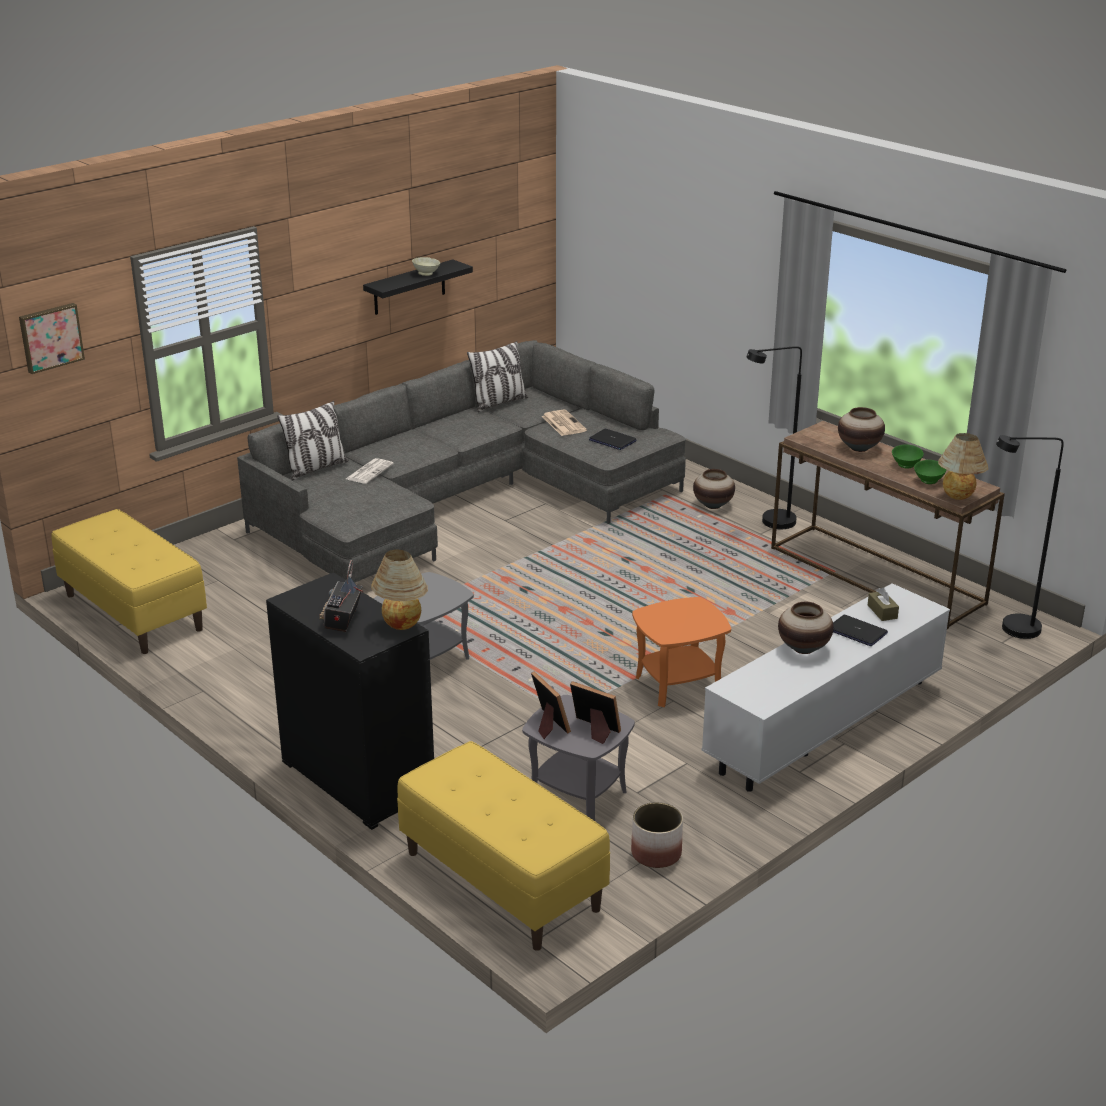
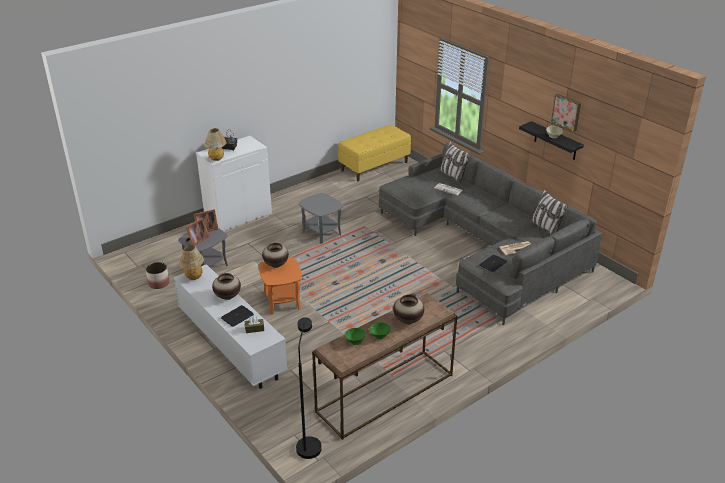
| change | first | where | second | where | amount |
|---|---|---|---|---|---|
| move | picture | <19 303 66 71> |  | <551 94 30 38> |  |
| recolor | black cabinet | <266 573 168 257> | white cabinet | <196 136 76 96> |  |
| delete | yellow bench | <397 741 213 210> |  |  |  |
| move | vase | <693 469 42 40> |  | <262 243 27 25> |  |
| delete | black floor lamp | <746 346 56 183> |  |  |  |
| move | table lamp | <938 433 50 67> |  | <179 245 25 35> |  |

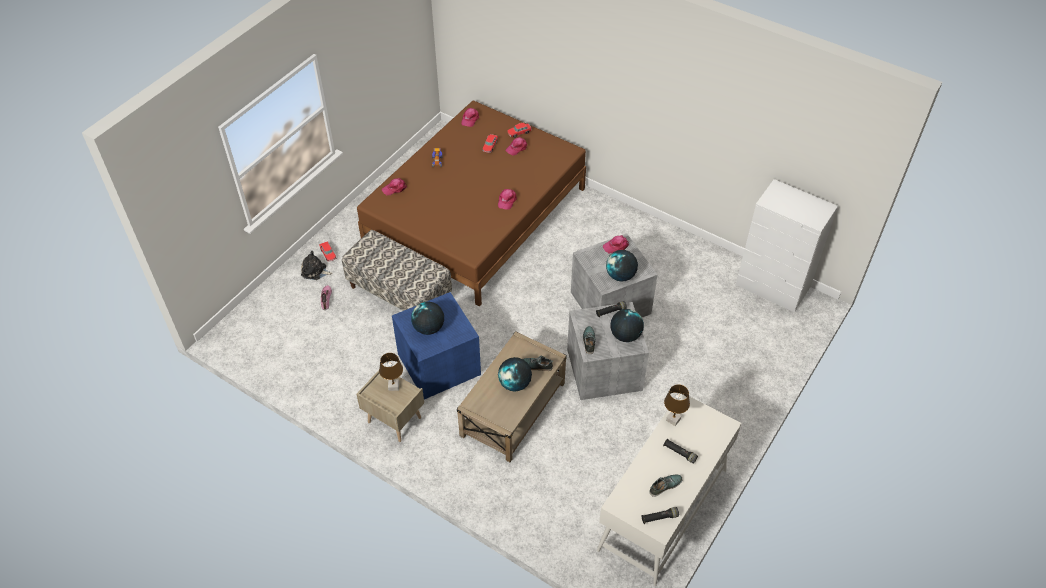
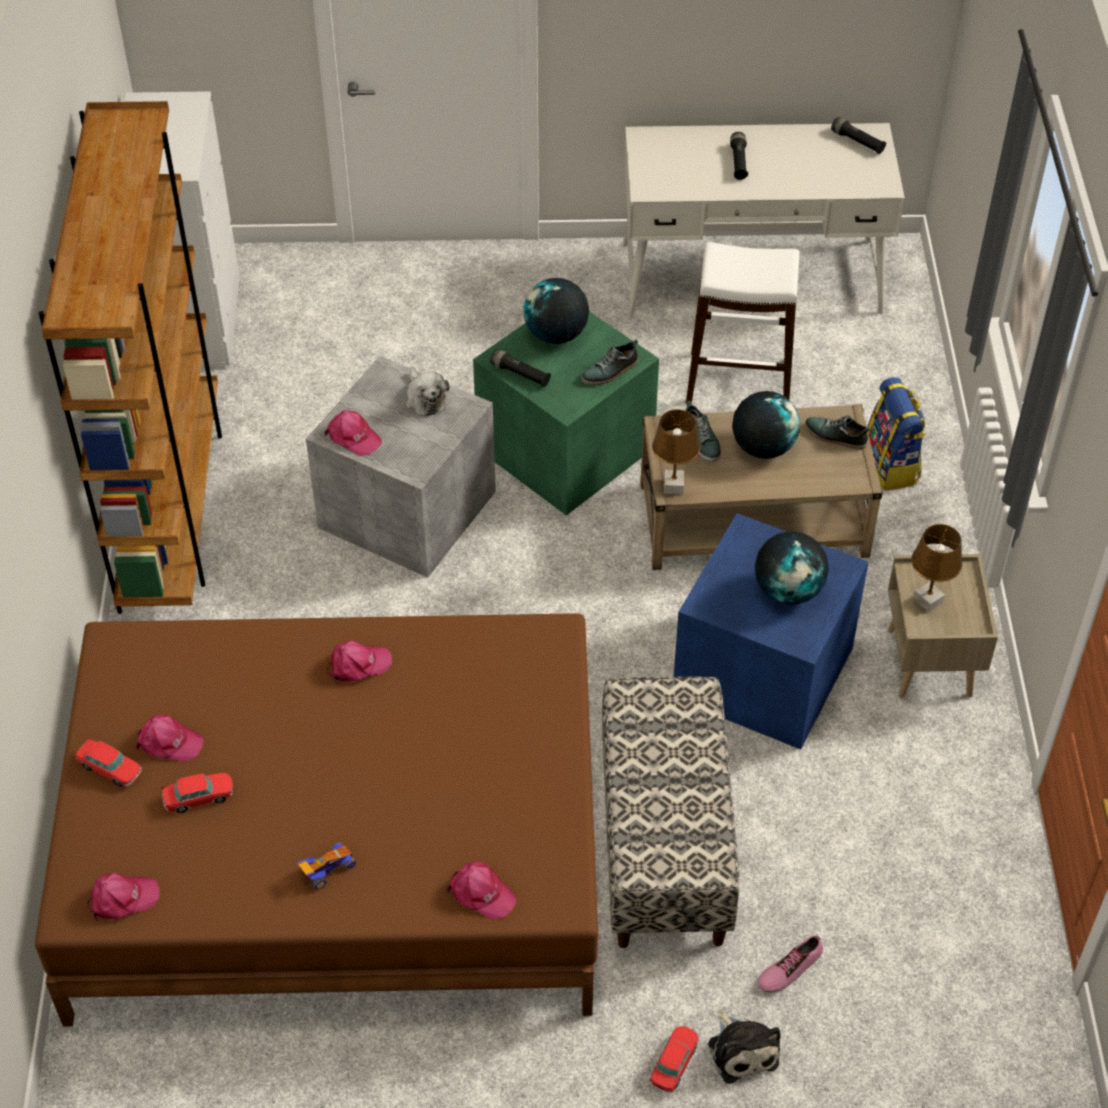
| change | first | where | second | where | amount |
|---|---|---|---|---|---|
| recolor | grey storage box | <567 302 82 98> | green storage box | <473 311 186 205> |  |
| replace | globe | <606 250 32 32> | plush toy | <406 367 44 50> |  |
| move | shoe | <649 475 33 22> |  | <805 415 66 35> |  |
| move | brown table lamp | <664 384 26 42> |  | <652 409 49 85> |  |
| insert |  |  | brown bookcase | <39 101 183 513> |  |
| insert |  |  | white stool | <686 242 113 161> |  |
| insert |  |  | backpack | <867 377 59 114> |  |

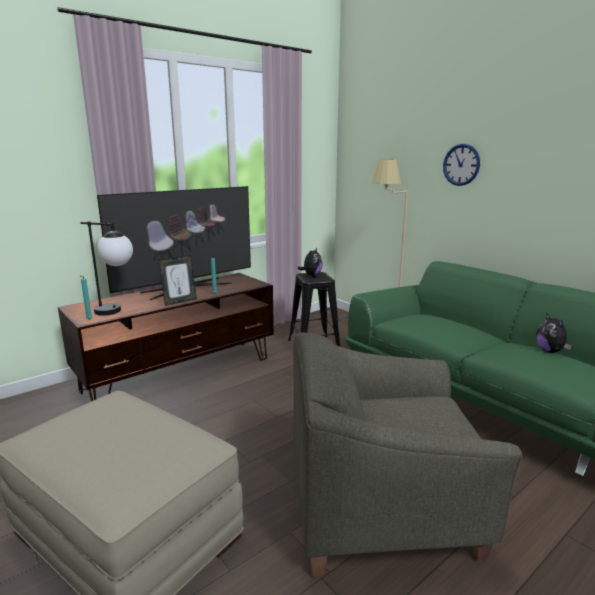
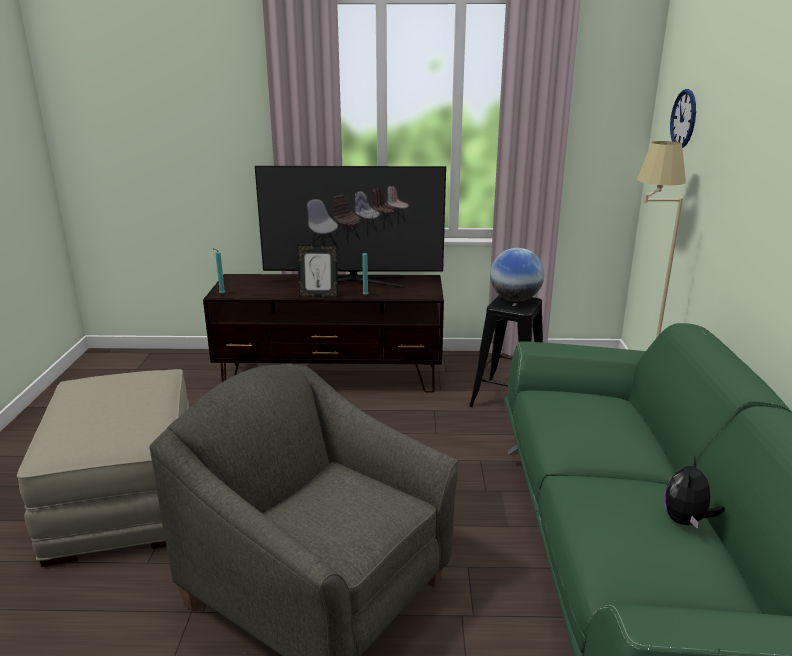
| change | first | where | second | where | amount |
|---|---|---|---|---|---|
| delete | table lamp | <80 221 53 95> |  |  |  |
| replace | plush toy | <298 248 24 28> | globe | <490 248 54 53> |  |
| move | wall clock | <443 144 37 42> |  | <670 89 26 59> |  |

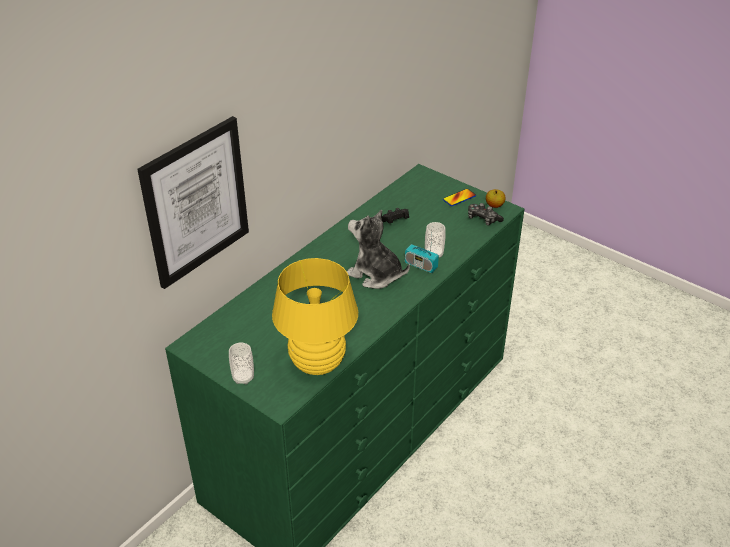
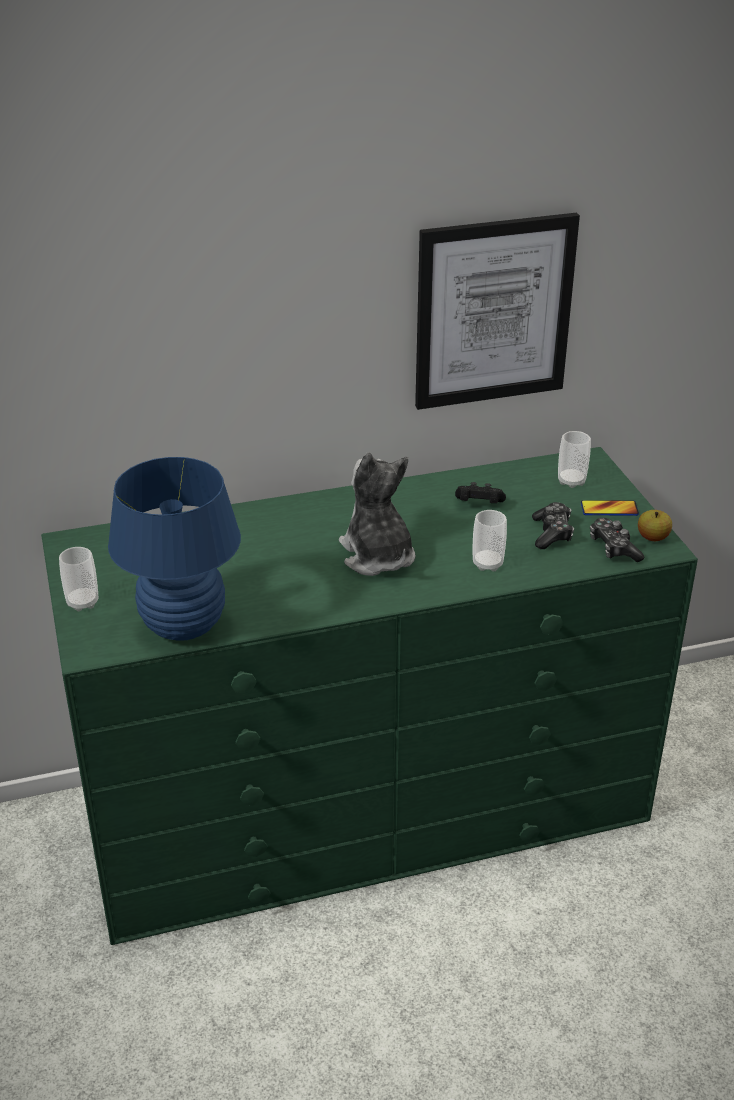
| change | first | where | second | where | amount |
|---|---|---|---|---|---|
| move | picture | <137 116 112 173> |  | <415 213 165 197> |  |
| recolor | yellow table lamp | <272 258 86 117> | blue table lamp | <108 457 133 184> |  |
| delete | radio | <405 234 34 39> |  |  |  |
| insert |  |  | game controller | <532 502 42 47> |  |
| insert |  |  | cup | <558 431 33 57> |  |

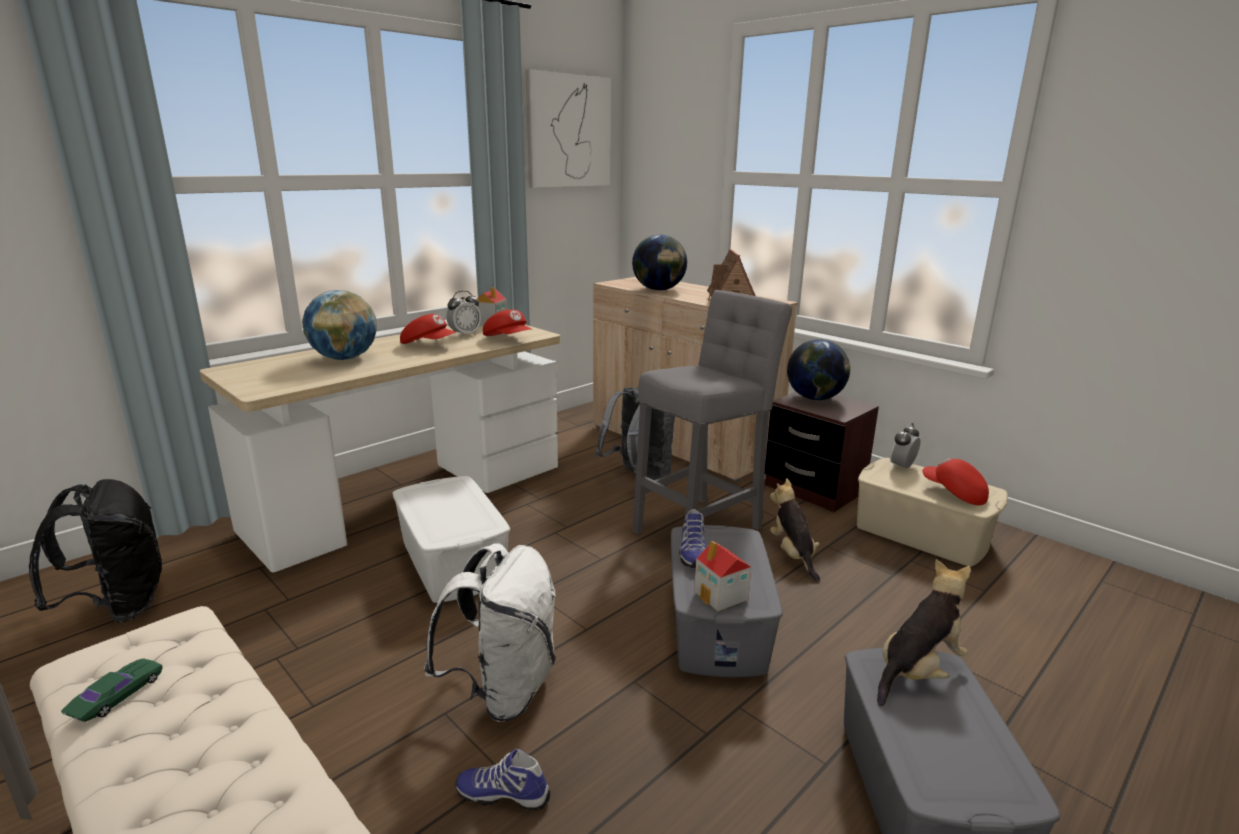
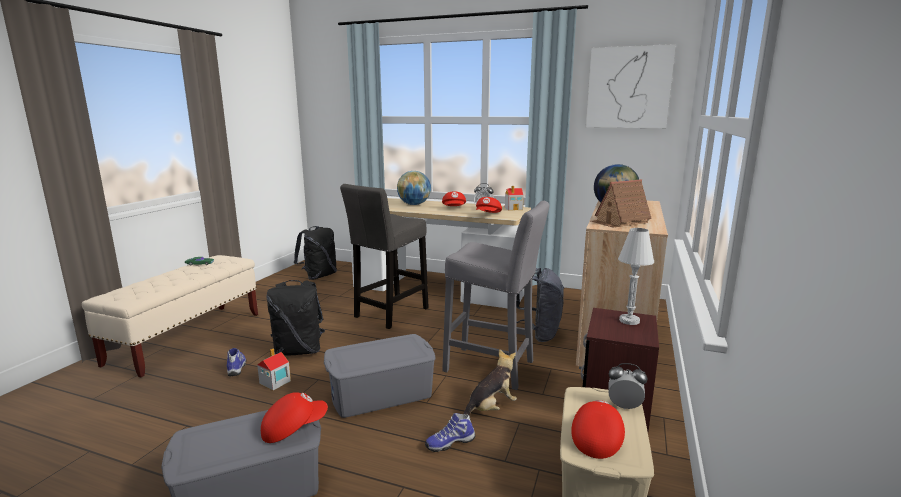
| change | first | where | second | where | amount |
|---|---|---|---|---|---|
| replace | white storage box | <392 476 118 127> | grey stool | <340 184 89 145> |  |
| recolor | white backpack | <424 543 132 179> | black backpack | <266 280 59 76> |  |
| move | shoe | <679 509 27 59> |  | <425 413 50 39> |  |
| move | toy house | <694 541 57 70> |  | <257 349 34 41> |  |
| replace | globe | <787 339 63 61> | white table lamp | <618 228 36 97> |  |
| replace | plush toy | <877 559 94 147> | red cap | <261 392 67 51> |  |

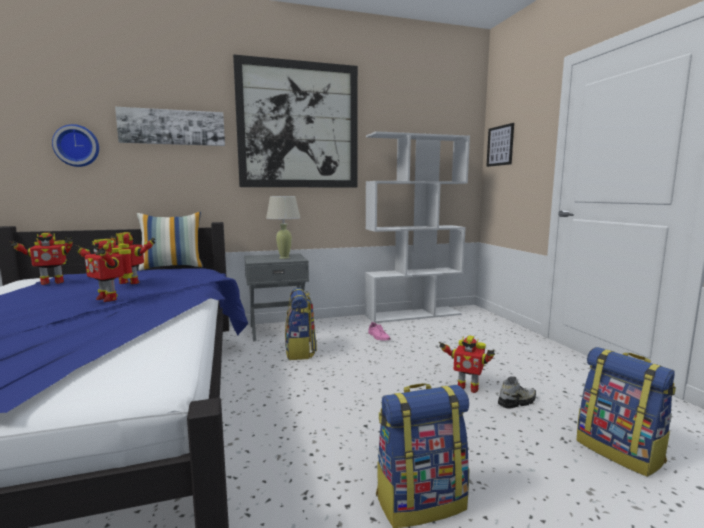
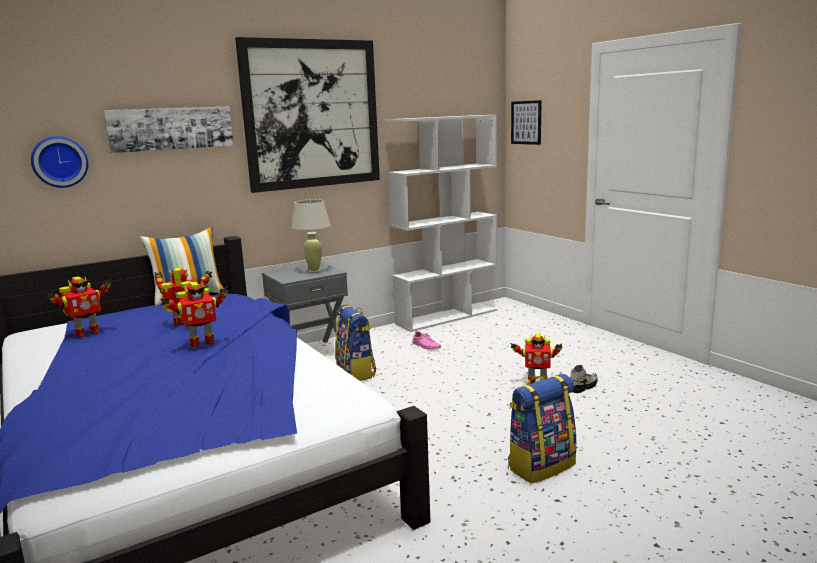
| change | first | where | second | where | amount |
|---|---|---|---|---|---|
| rotate | toy robot | <75 239 58 63> |  | <160 282 68 65> | 45 degrees counterclockwise |
| delete | backpack | <577 347 99 130> |  |  |  |

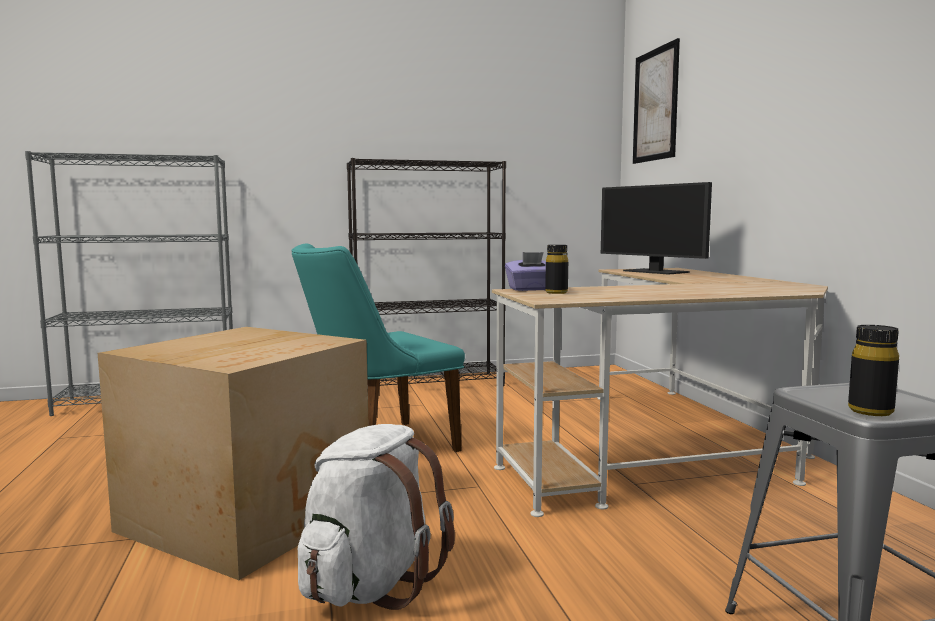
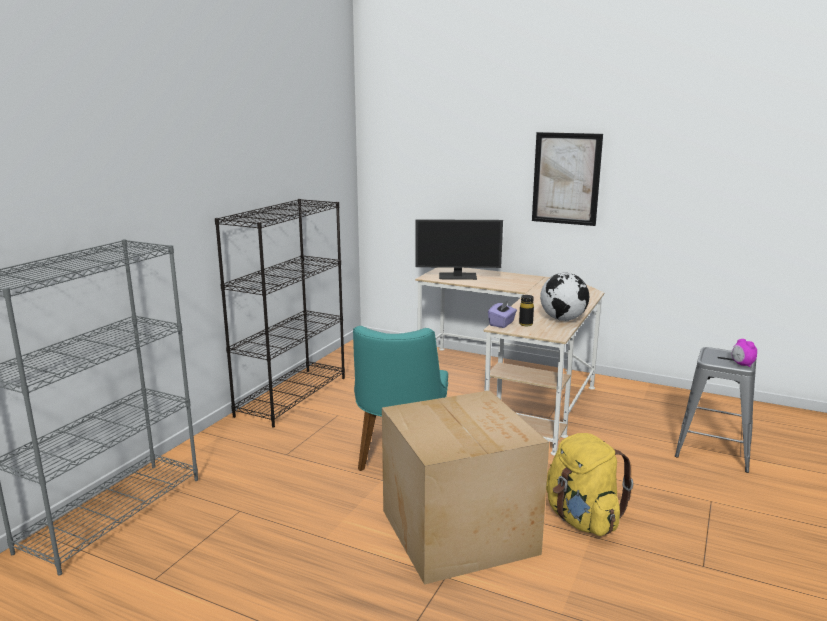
| change | first | where | second | where | amount |
|---|---|---|---|---|---|
| recolor | white backpack | <298 424 157 186> | yellow backpack | <546 433 87 103> |  |
| move | picture | <633 38 47 126> |  | <532 132 71 94> |  |
| replace | black bottle | <848 325 51 91> | alarm clock | <732 339 25 28> |  |
| insert |  |  | globe | <540 273 49 48> |  |

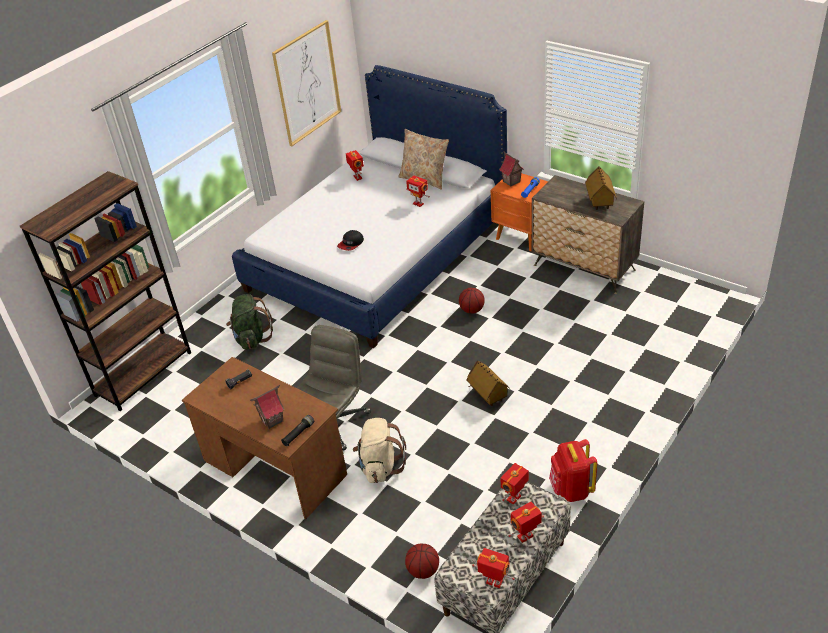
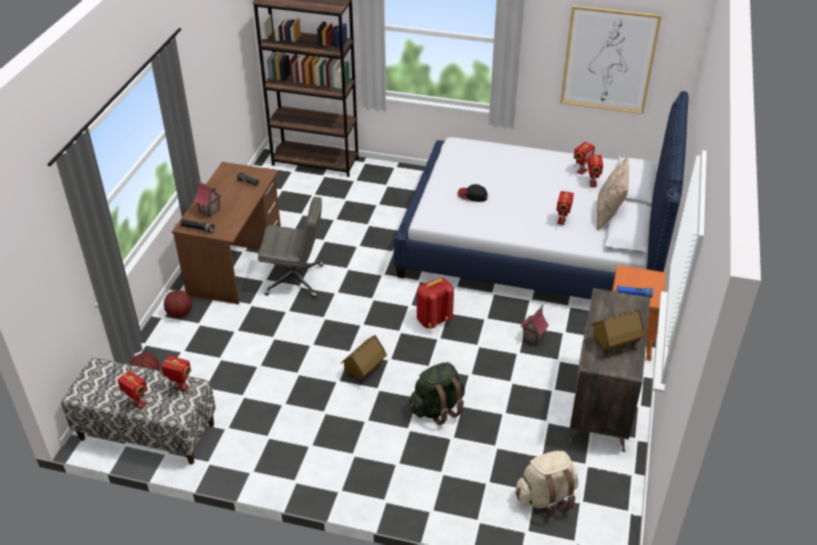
| change | first | where | second | where | amount |
|---|---|---|---|---|---|
| move | green backpack | <226 294 47 56> |  | <409 362 56 63> |  |
| move | beige backpack | <353 418 53 65> |  | <515 451 63 67> |  |
| move | basketball | <459 288 26 26> |  | <164 290 28 28> |  |
| move | toy robot | <472 548 43 40> |  | <588 155 15 32> |  |
| move | toy house | <499 151 25 36> |  | <520 305 29 40> |  |
| move | red backpack | <549 439 48 63> |  | <417 277 37 51> |  |

